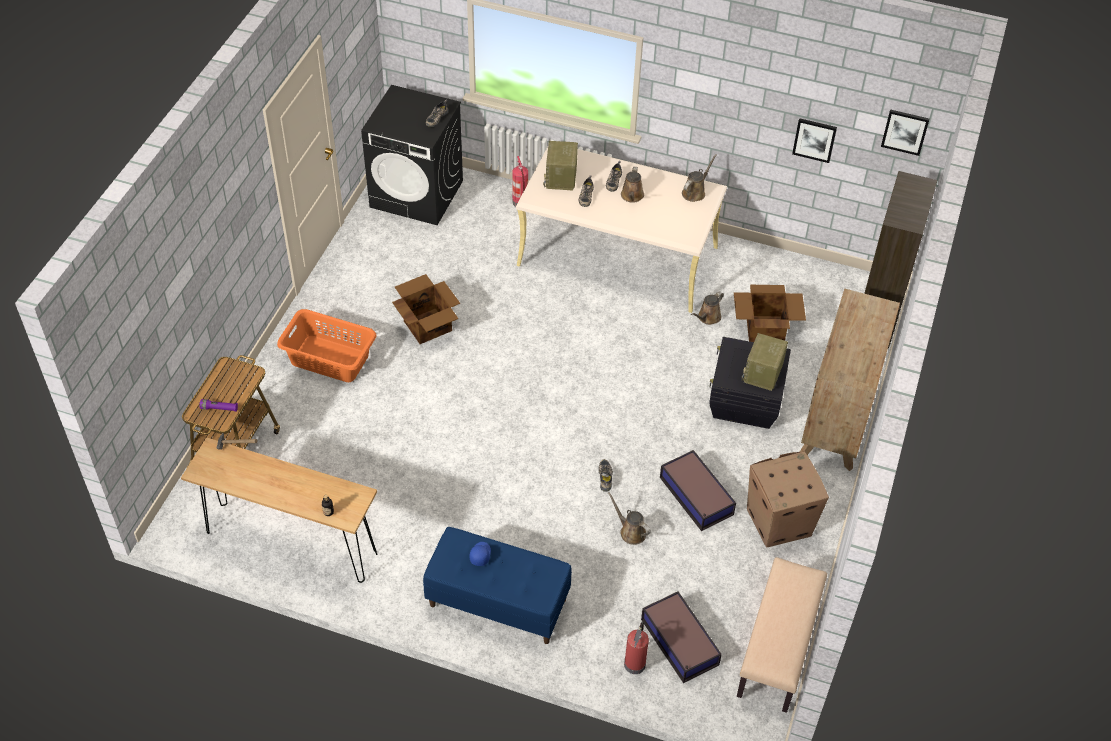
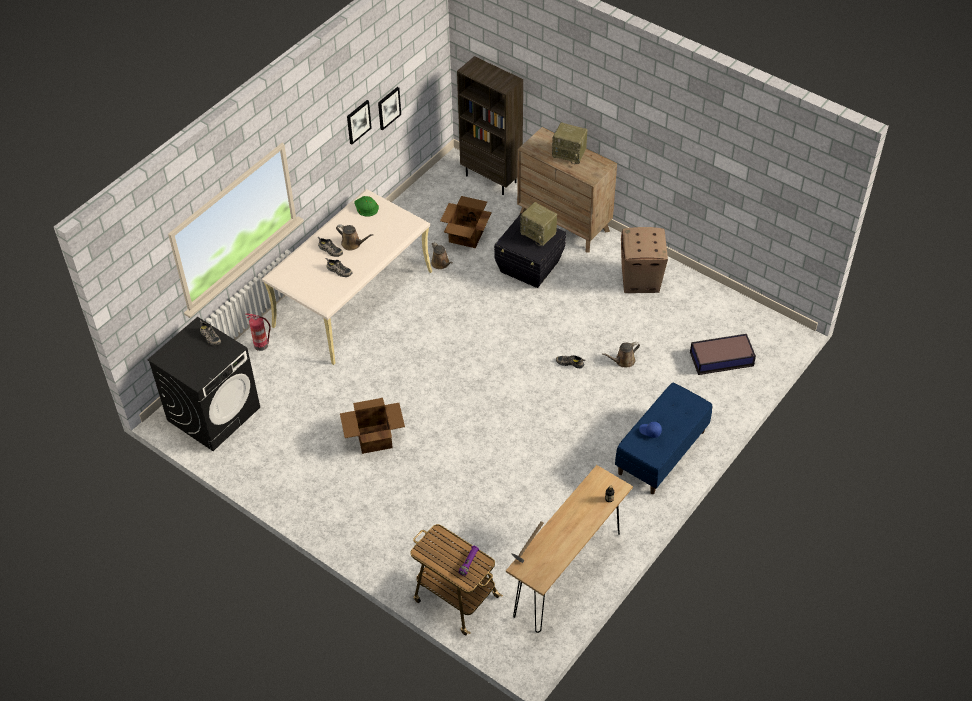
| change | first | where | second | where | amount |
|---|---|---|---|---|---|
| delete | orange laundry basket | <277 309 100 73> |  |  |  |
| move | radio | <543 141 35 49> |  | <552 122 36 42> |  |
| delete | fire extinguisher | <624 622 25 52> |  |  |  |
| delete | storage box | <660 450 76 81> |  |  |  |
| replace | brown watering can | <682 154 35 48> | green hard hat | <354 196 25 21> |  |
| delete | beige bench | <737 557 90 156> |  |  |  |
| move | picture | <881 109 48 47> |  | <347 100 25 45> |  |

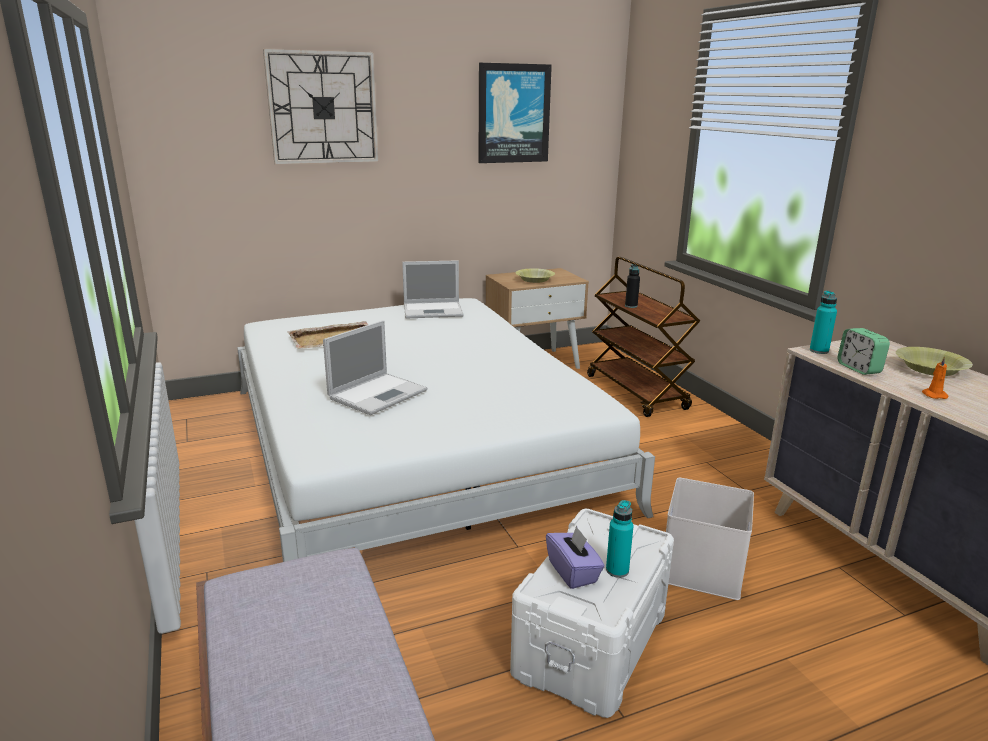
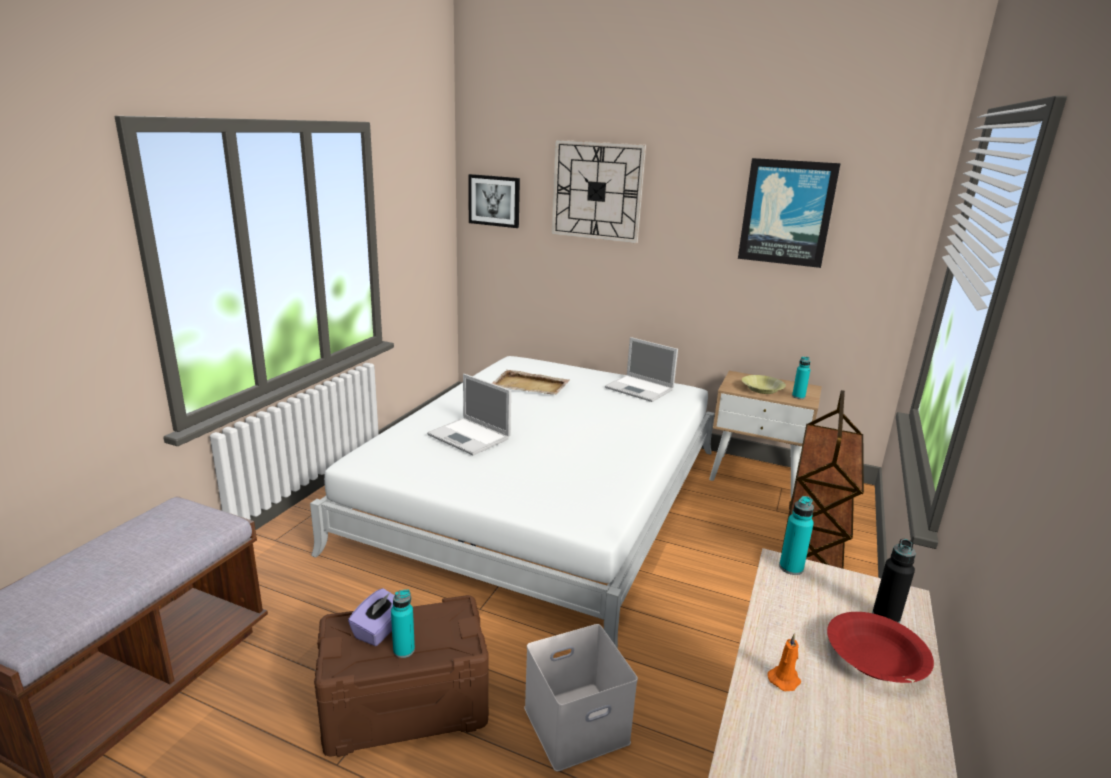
| change | first | where | second | where | amount |
|---|---|---|---|---|---|
| rotate | laptop | <323 320 104 95> |  | <427 374 84 82> | 45 degrees clockwise |
| recolor | white storage box | <510 508 164 210> | brown storage box | <314 595 175 162> |  |
| move | black bottle | <625 264 15 44> |  | <872 539 44 84> |  |
| delete | alarm clock | <837 328 53 47> |  |  |  |
| recolor | yellow bowl | <896 347 77 29> | red bowl | <827 612 107 71> |  |
| insert |  |  | picture | <468 174 52 54> |  |
| insert |  |  | turquoise bottle | <792 357 18 42> |  |

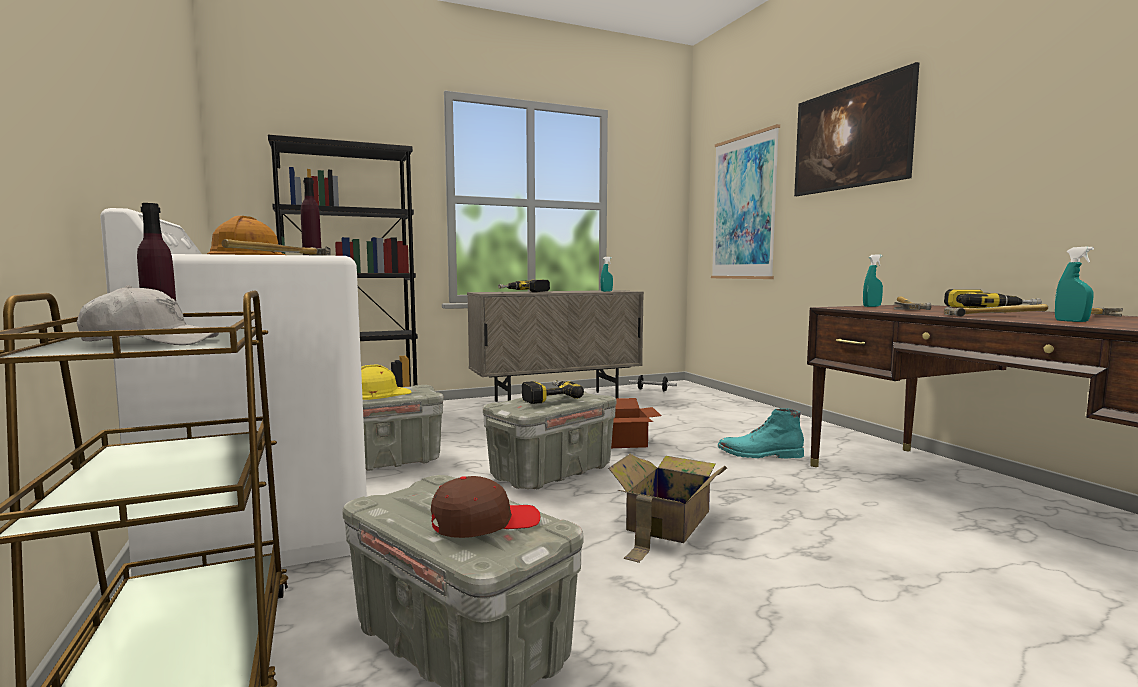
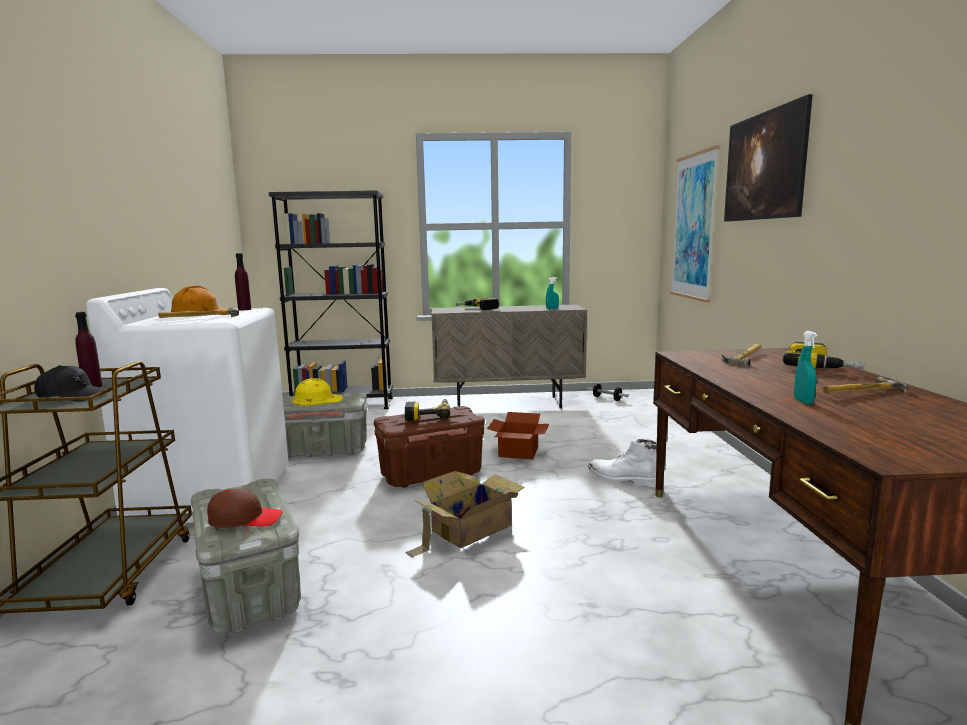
| change | first | where | second | where | amount |
|---|---|---|---|---|---|
| recolor | white cap | <77 285 142 60> | black cap | <34 365 71 37> |  |
| recolor | grey storage box | <482 391 135 98> | brown storage box | <374 406 111 82> |  |
| recolor | turquoise boot | <718 408 86 51> | white boot | <588 439 69 48> |  |
| delete | turquoise spray bottle | <863 255 20 52> |  |  |  |
| delete | hammer | <944 304 104 13> |  |  |  |

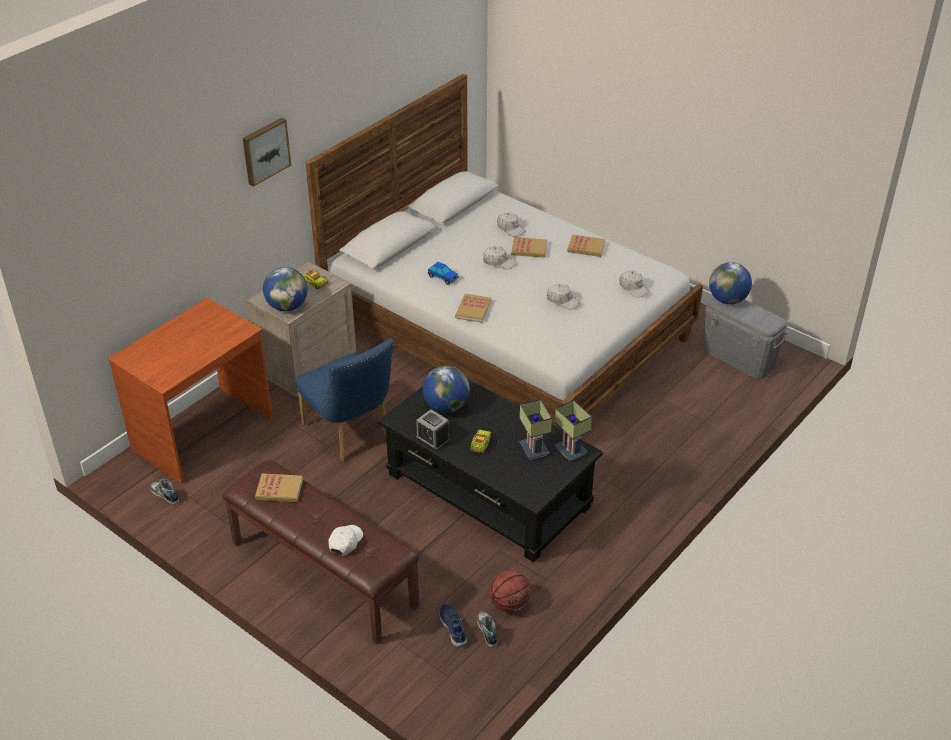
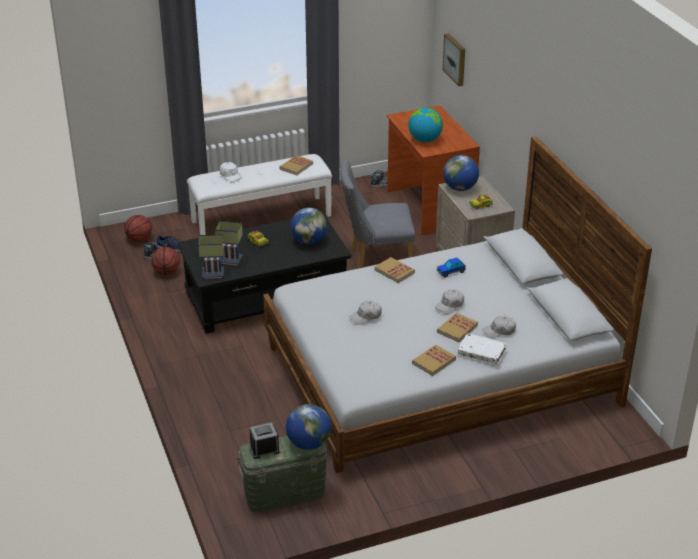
| change | first | where | second | where | amount |
|---|---|---|---|---|---|
| recolor | brown bench | <222 460 197 184> | white bench | <187 154 145 81> |  |
| move | picture | <243 118 48 69> |  | <442 33 23 53> |  |
| recolor | blue chair | <295 338 100 123> | grey chair | <340 160 75 109> |  |
| move | alarm clock | <416 410 34 41> |  | <249 422 31 37> |  |
| delete | white cap | <619 271 31 27> |  |  |  |
| recolor | grey storage box | <703 297 84 82> | green storage box | <237 436 93 77> |  |
| insert |  |  | basketball | <124 215 28 27> |  |
| insert |  |  | globe | <408 108 35 34> |  |
| insert |  |  | white book | <458 333 48 31> |  |

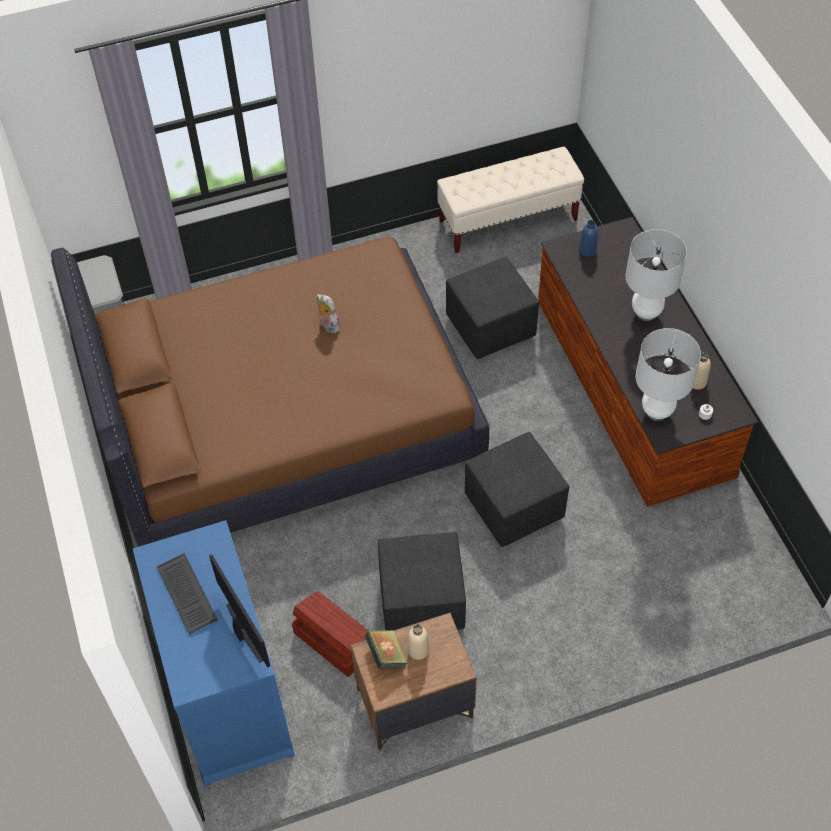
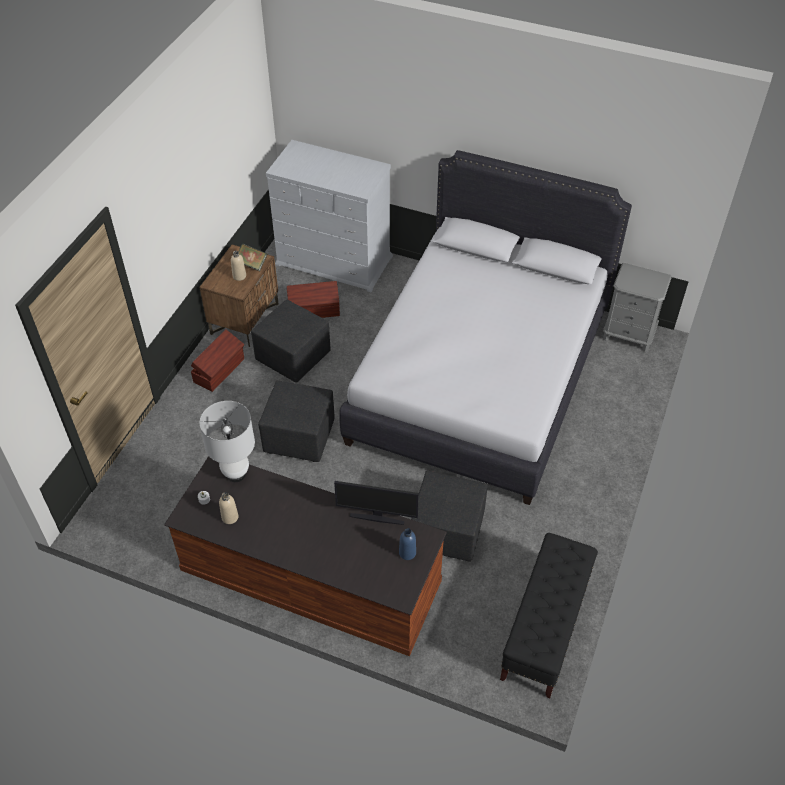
| change | first | where | second | where | amount |
|---|---|---|---|---|---|
| recolor | brown bed | <51 237 438 310> | white bed | <339 150 293 355> |  |
| recolor | blue dresser | <133 520 162 267> | white dresser | <266 140 127 152> |  |
| delete | keyboard | <157 553 61 82> |  |  |  |
| move | monitor | <209 554 61 114> |  | <334 481 85 44> |  |
| delete | plush toy | <317 294 23 39> |  |  |  |
| recolor | beige bench | <437 147 147 106> | black bench | <500 533 98 165> |  |
| delete | white table lamp | <625 229 62 94> |  |  |  |
| insert |  |  | brown storage box | <191 329 53 63> |  |

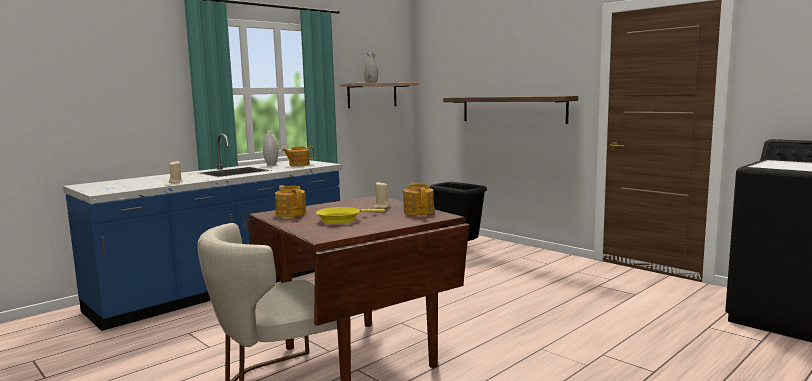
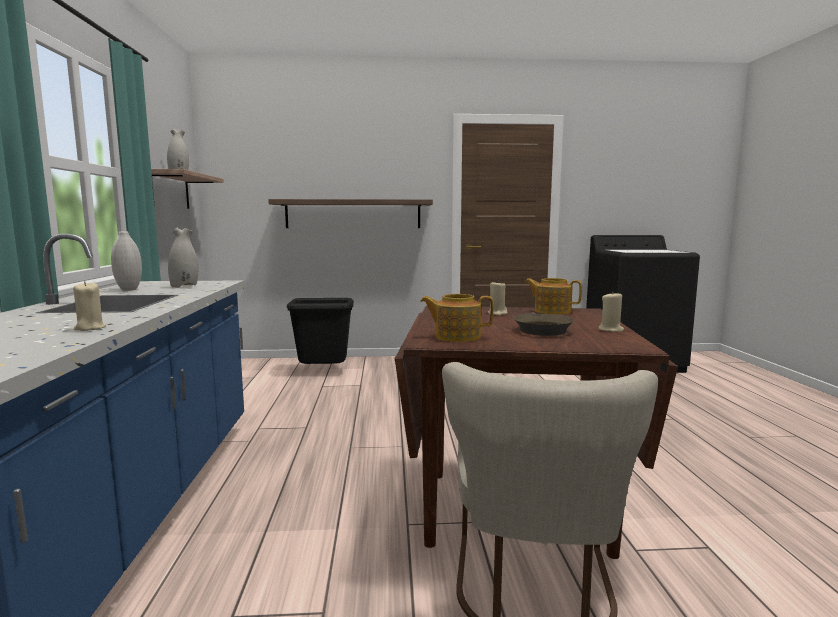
| change | first | where | second | where | amount |
|---|---|---|---|---|---|
| replace | teapot | <282 146 32 20> | white vase | <168 228 30 60> |  |
| recolor | yellow frying pan | <316 207 69 17> | brown frying pan | <513 312 61 24> |  |
| insert |  |  | beige candle | <598 291 26 41> |  |

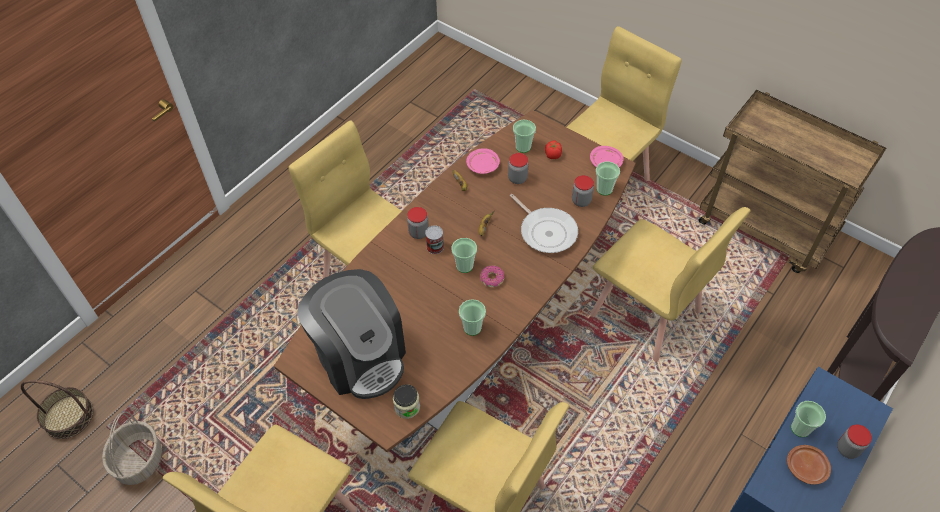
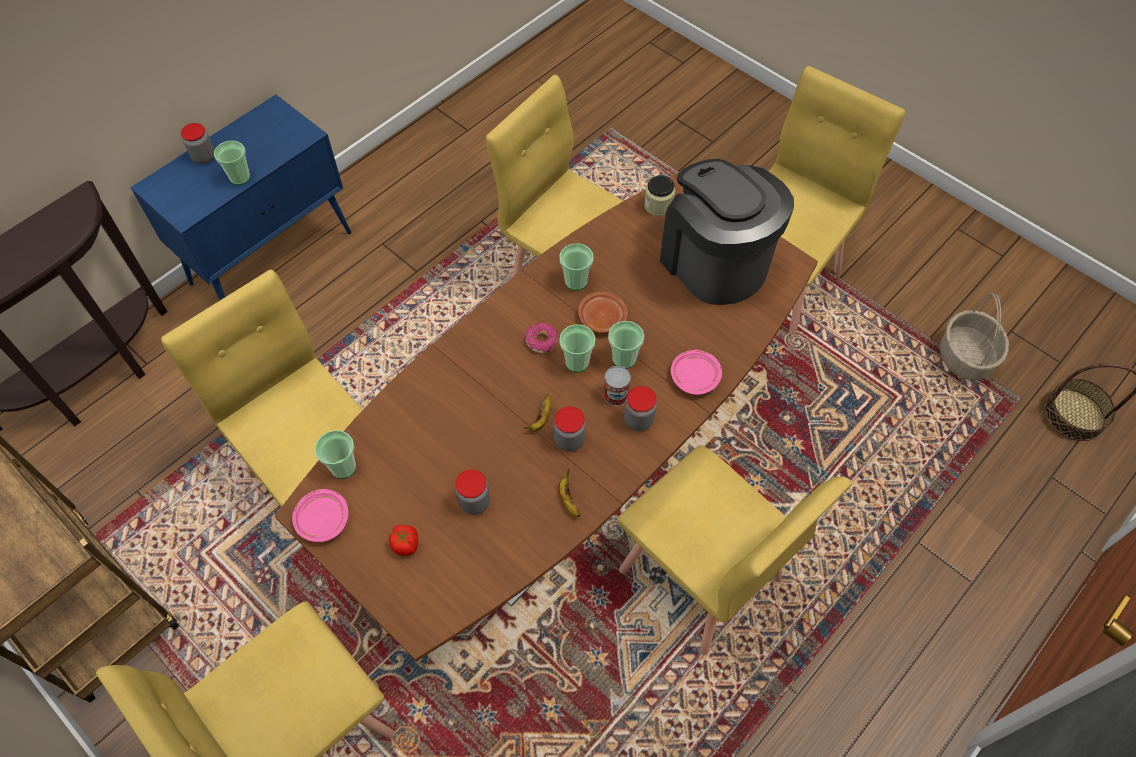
| change | first | where | second | where | amount |
|---|---|---|---|---|---|
| move | pink plate | <466 148 34 26> |  | <671 350 51 45> |  |
| delete | frying pan | <510 194 68 59> |  |  |  |
| move | cup | <513 120 23 33> |  | <608 321 36 48> |  |
| move | jar | <572 175 22 32> |  | <554 407 32 45> |  |
| move | brown plate | <787 445 44 40> |  | <578 292 50 41> |  |

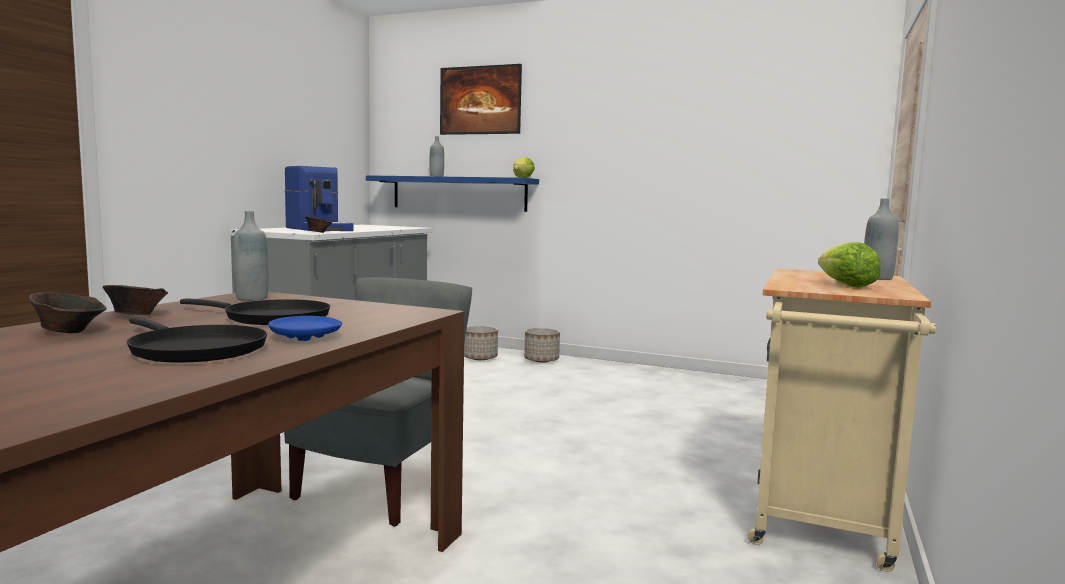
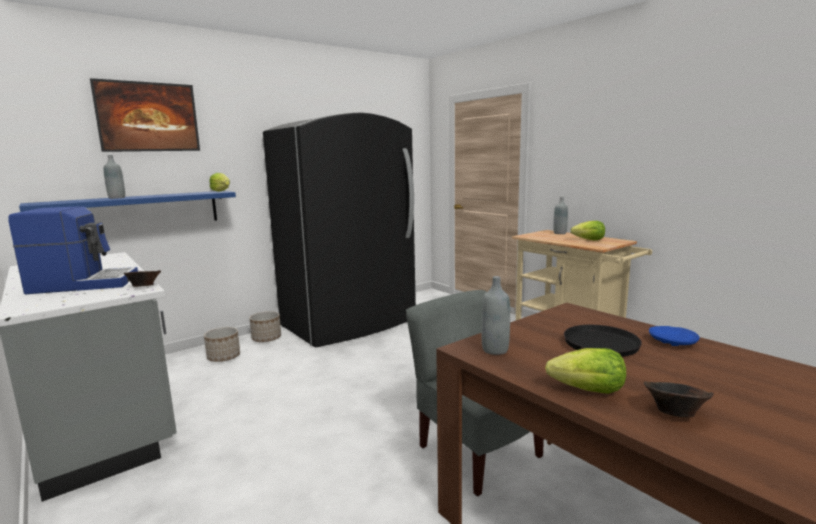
| change | first | where | second | where | amount |
|---|---|---|---|---|---|
| replace | brown bowl | <103 285 65 30> | lettuce | <545 348 81 46> |  |
| delete | black frying pan | <127 317 140 45> |  |  |  |
| insert |  |  | black fridge | <263 113 153 234> |  |

